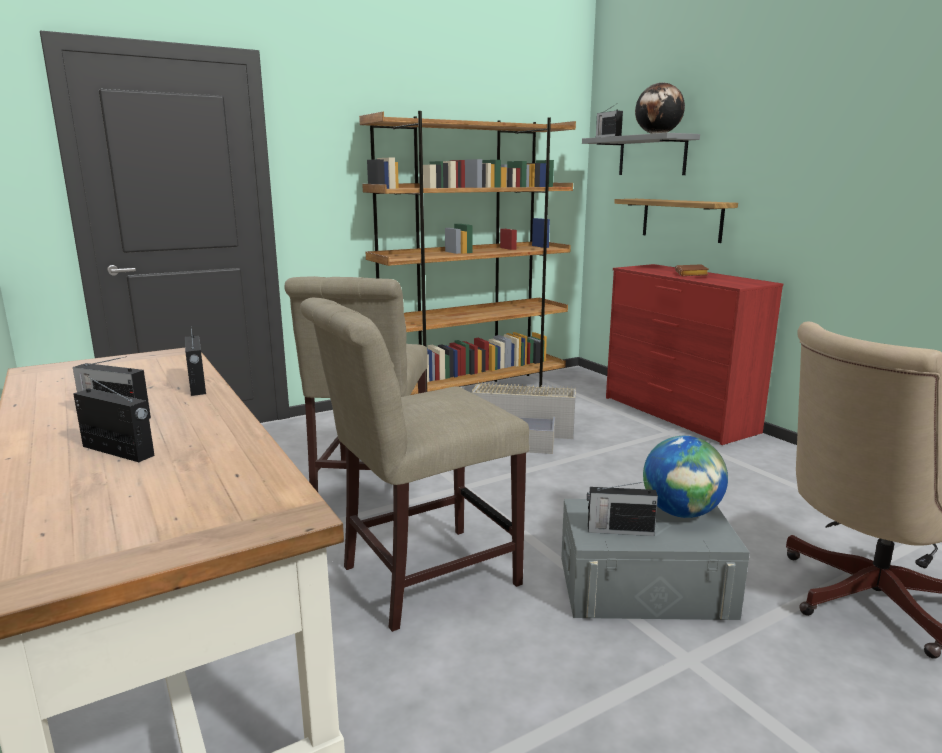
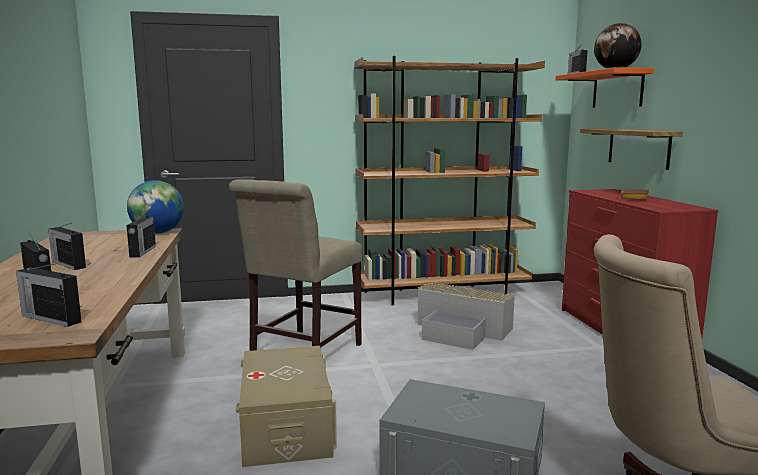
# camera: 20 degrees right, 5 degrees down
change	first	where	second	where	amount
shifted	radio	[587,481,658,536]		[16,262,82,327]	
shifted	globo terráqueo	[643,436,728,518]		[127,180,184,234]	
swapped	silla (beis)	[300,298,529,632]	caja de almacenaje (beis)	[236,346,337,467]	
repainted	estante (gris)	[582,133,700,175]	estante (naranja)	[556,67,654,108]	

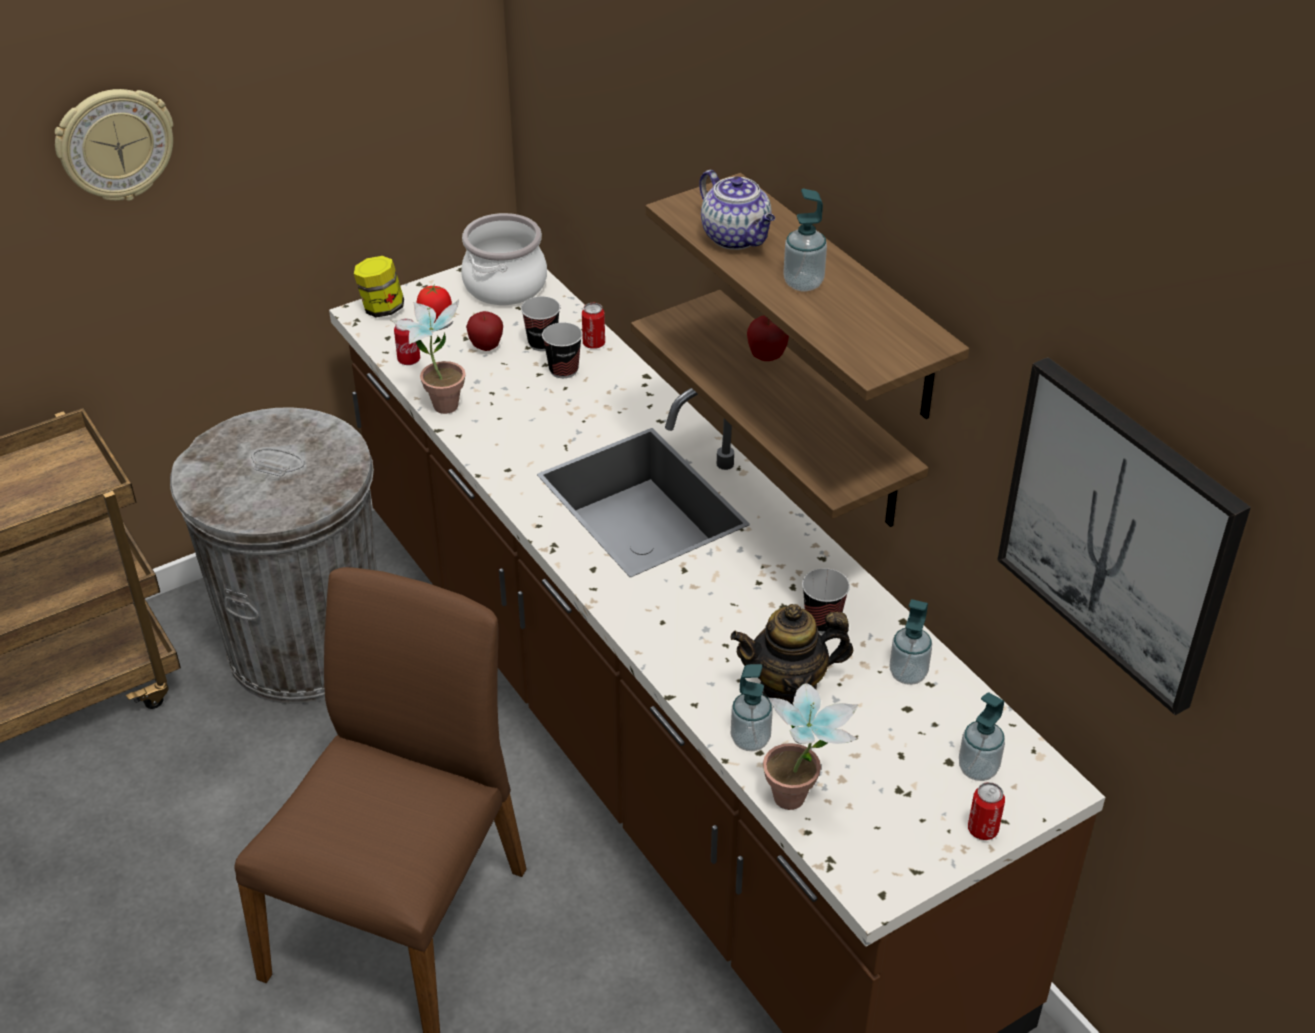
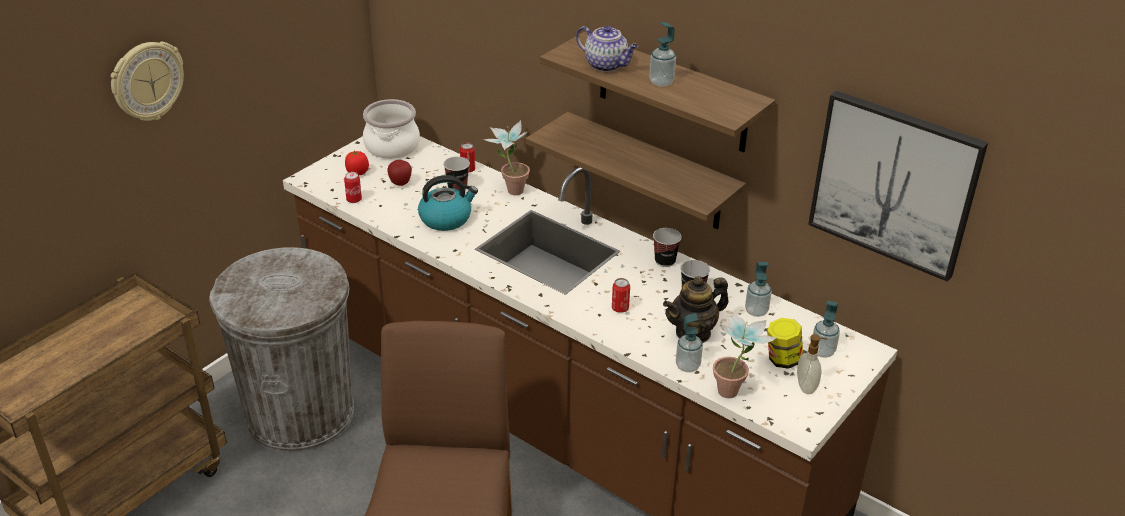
# camera: 20 degrees left, 5 degrees down
change	first	where	second	where	amount
new			hervidor	[418,175,478,231]	
shifted	planta en maceta	[391,300,466,414]		[483,120,530,195]	
shifted	lata	[968,782,1005,840]		[612,278,630,313]	
shifted	taza	[521,296,560,351]		[653,228,682,267]	
shifted	tarro	[354,256,404,317]		[767,318,803,369]	
new			dispensador de jabón	[797,334,828,394]	
gone	manzana	[747,316,789,361]			

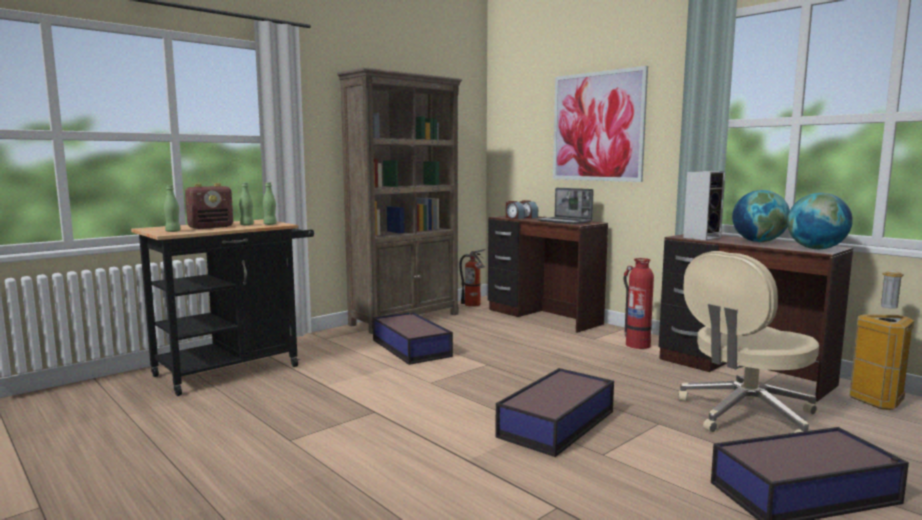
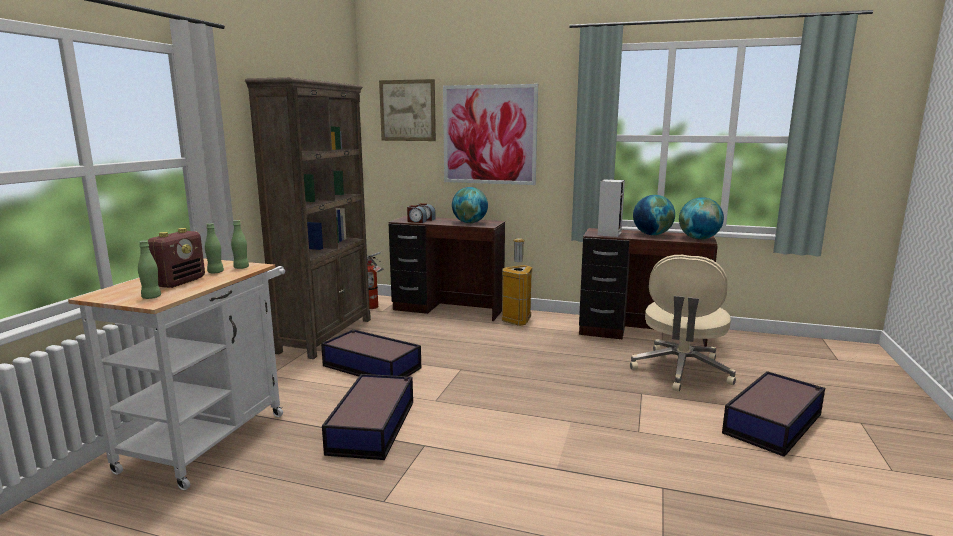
# camera: 30 degrees left, 5 degrees up
change	first	where	second	where	amount
repainted	carrito (negro)	[131,219,314,396]	carrito (blanco)	[68,258,285,490]	
shifted	caja de almacenaje	[495,368,614,457]		[322,374,413,460]	
new			cuadro	[379,79,436,141]	
swapped	portátil	[537,188,594,224]	globo terráqueo	[452,187,488,223]	
shifted	papelera	[849,271,914,410]		[502,238,532,326]	
gone	extintor	[624,258,654,349]			

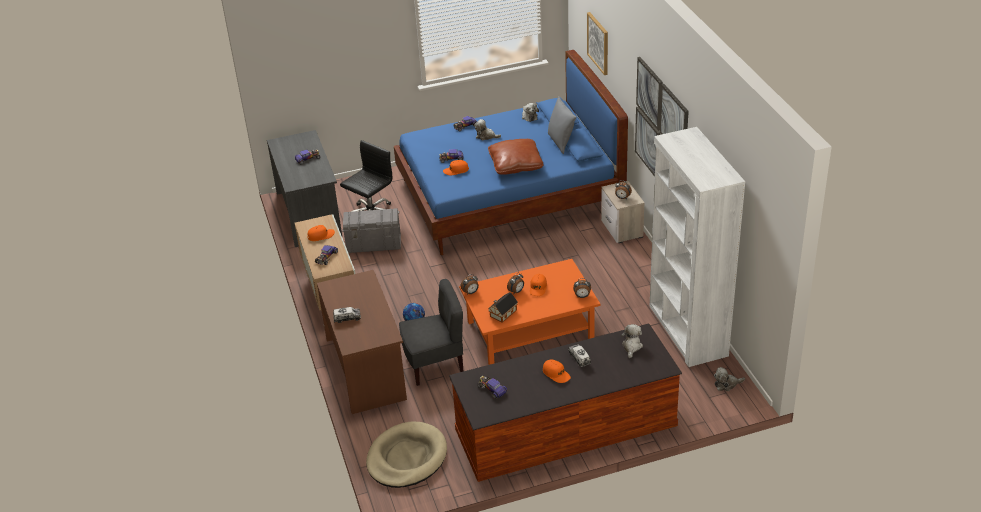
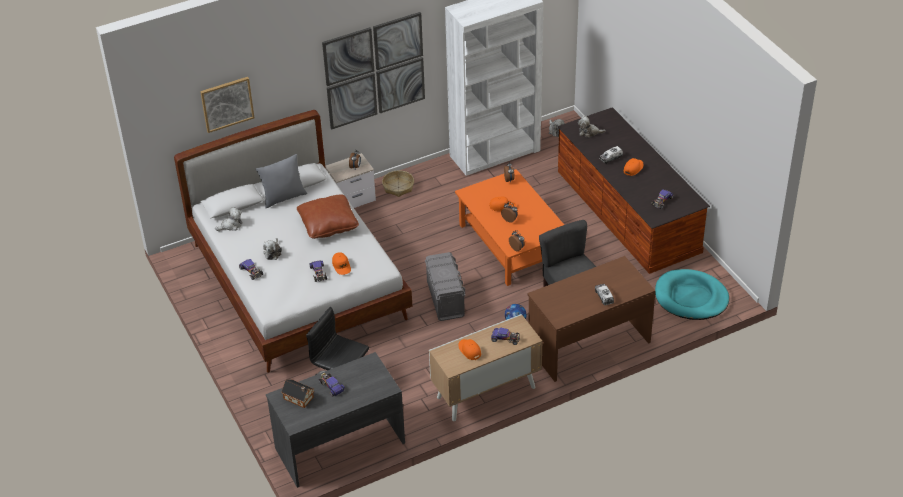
# camera: 100 degrees left, 5 degrees up
change	first	where	second	where	amount
repainted	cama (azul)	[394,50,628,255]	cama (blanco)	[174,110,412,373]	
shifted	casita	[488,292,518,323]		[281,379,314,408]	
new			cesta	[382,170,414,197]	
shifted	caja de almacenaje (gris)	[343,208,401,253]		[425,252,465,321]	
repainted	cama para perro (beis)	[366,421,447,488]	cama para perro (turquesa)	[655,269,729,320]	

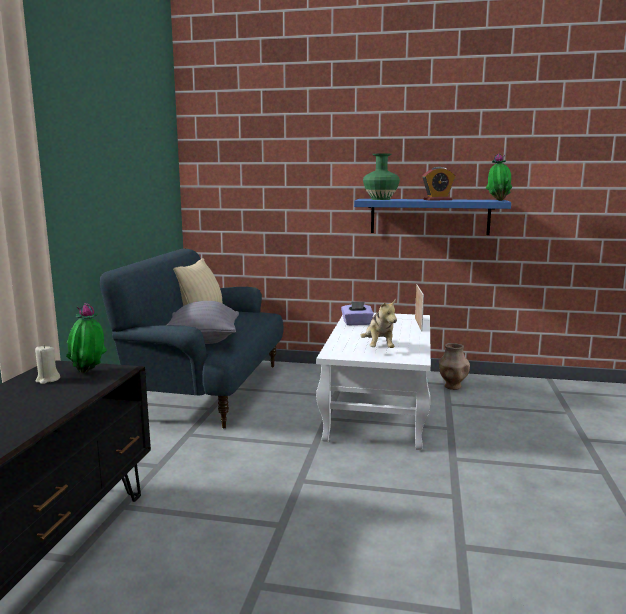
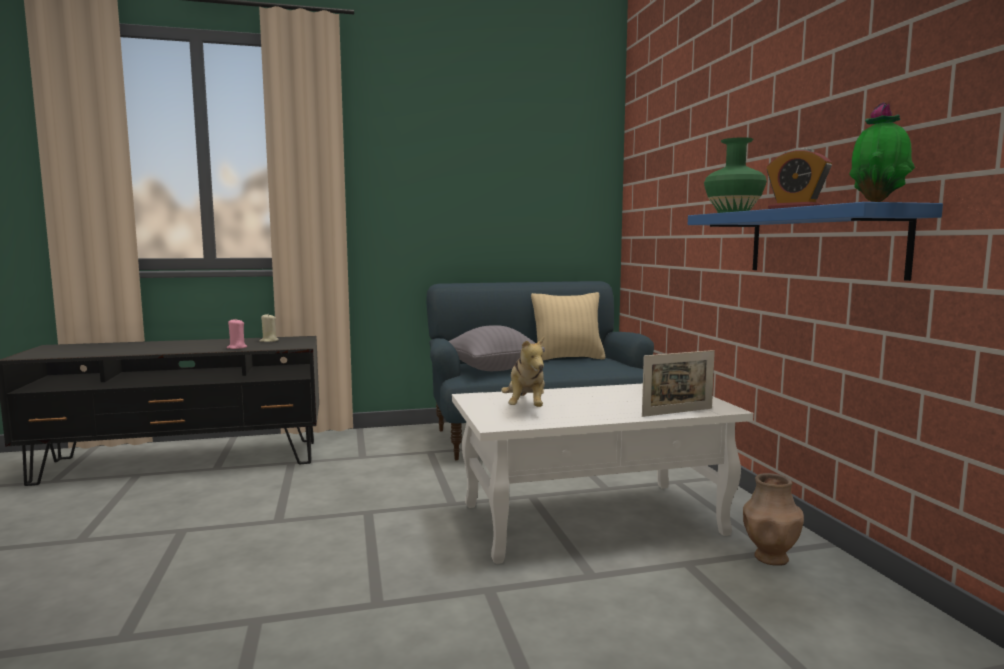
# camera: 65 degrees right, 5 degrees down
change	first	where	second	where	amount
new			vela (rosa)	[227,318,247,349]	
rotated	peluche	[360,299,397,348]		[501,337,545,407]	60 degrees counterclockwise
gone	planta en maceta	[66,303,107,373]			
gone	caja de pañuelos (morado)	[341,302,374,325]			

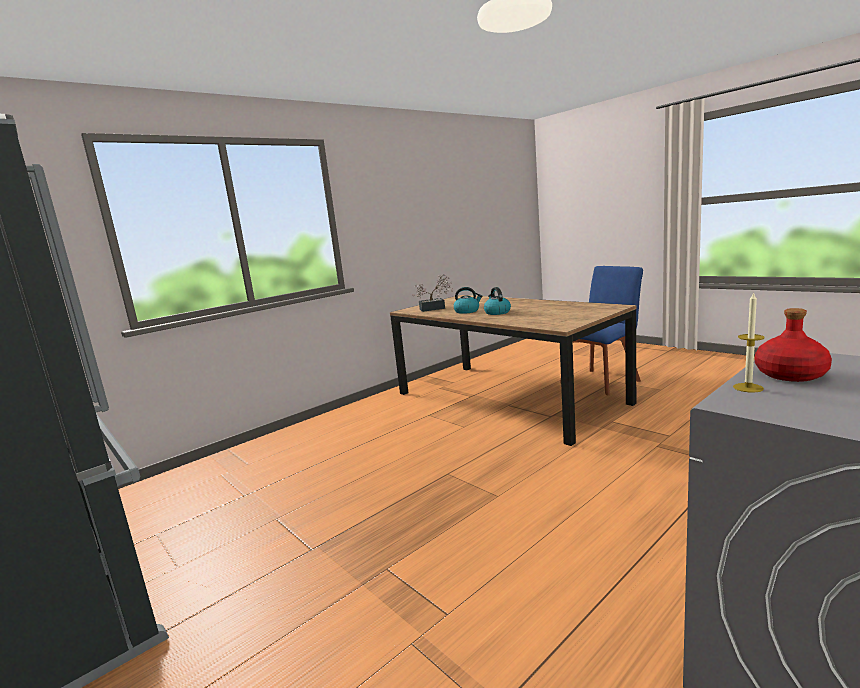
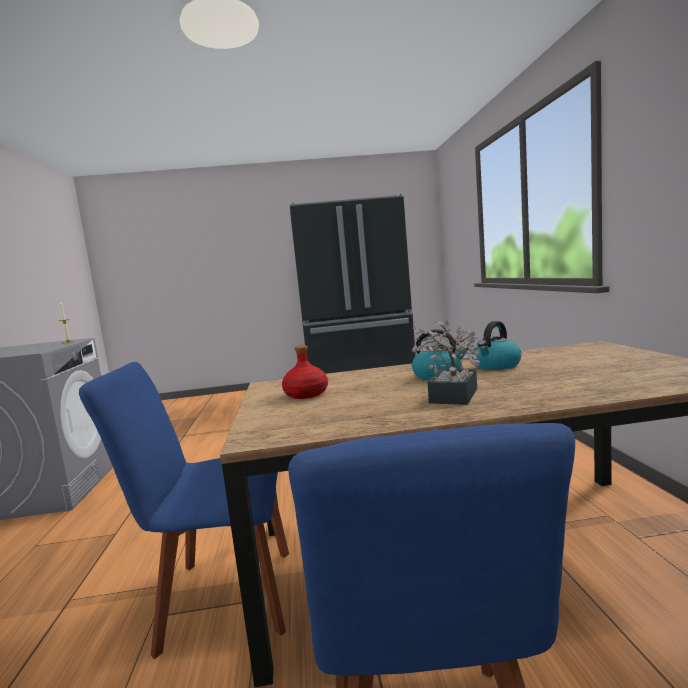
# camera: 125 degrees right, 5 degrees down
change	first	where	second	where	amount
new			silla (azul)	[79,362,289,659]	
shifted	botella (rojo)	[755,308,832,382]		[282,345,328,399]	
shifted	planta en maceta	[412,274,453,312]		[412,320,486,405]	

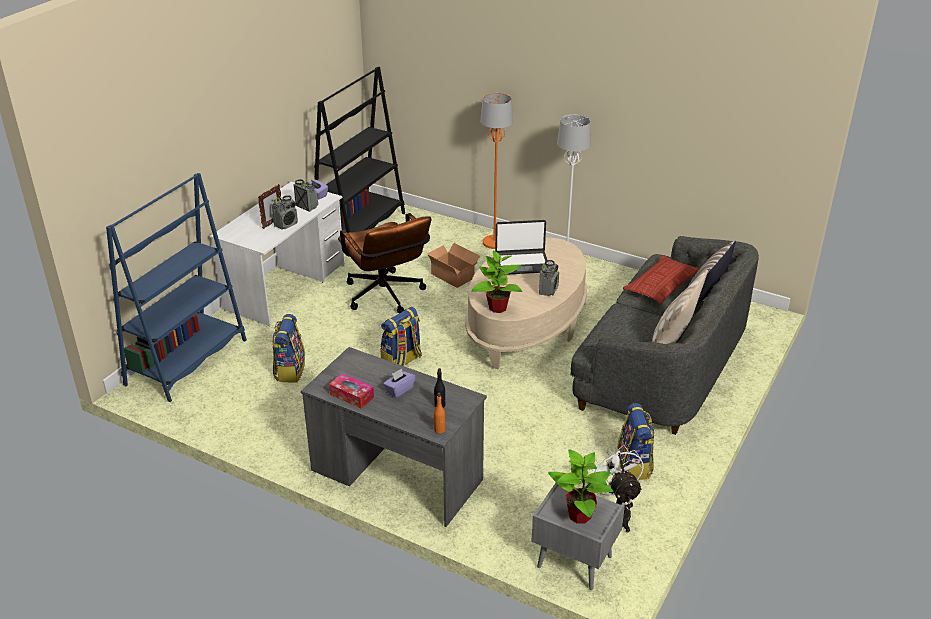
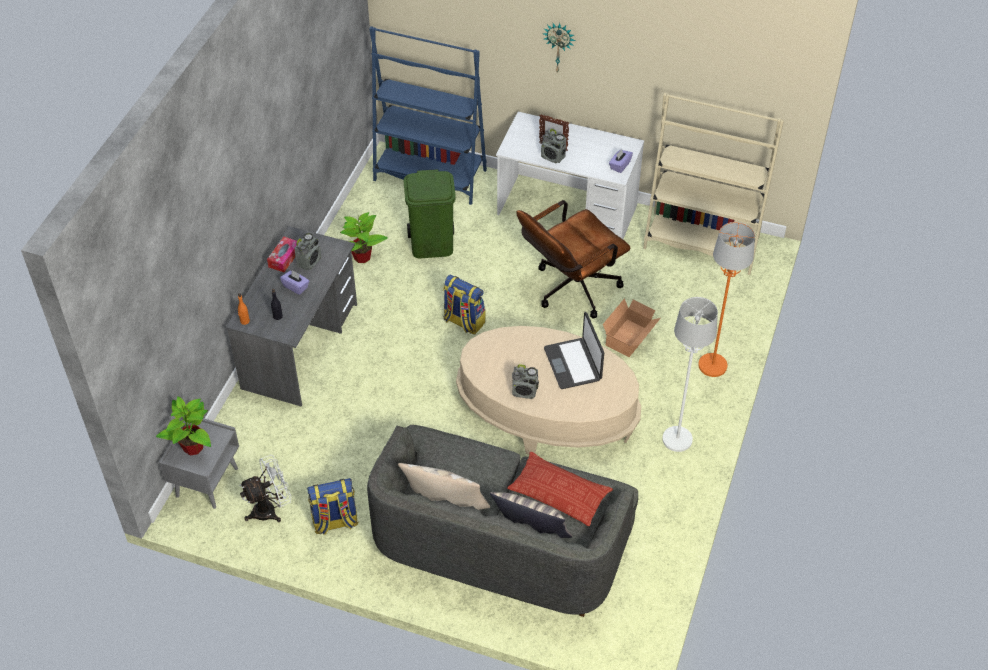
# camera: 80 degrees right, 15 degrees up
change	first	where	second	where	amount
shifted	radio	[293,179,318,212]		[294,233,321,270]	
shifted	planta en maceta	[471,250,522,313]		[340,212,388,263]	
swapped	mochila	[272,314,305,382]	papelera (verde)	[403,169,456,258]	
new			reloj de pared	[542,23,575,73]	
repainted	estantería (negro)	[314,67,405,233]	estantería (beis)	[643,93,784,275]	

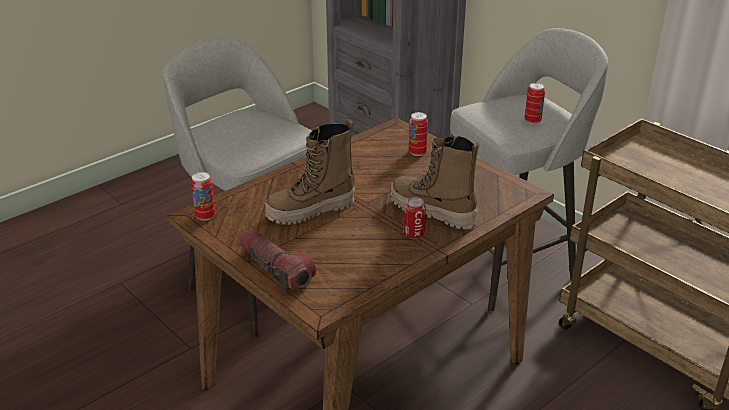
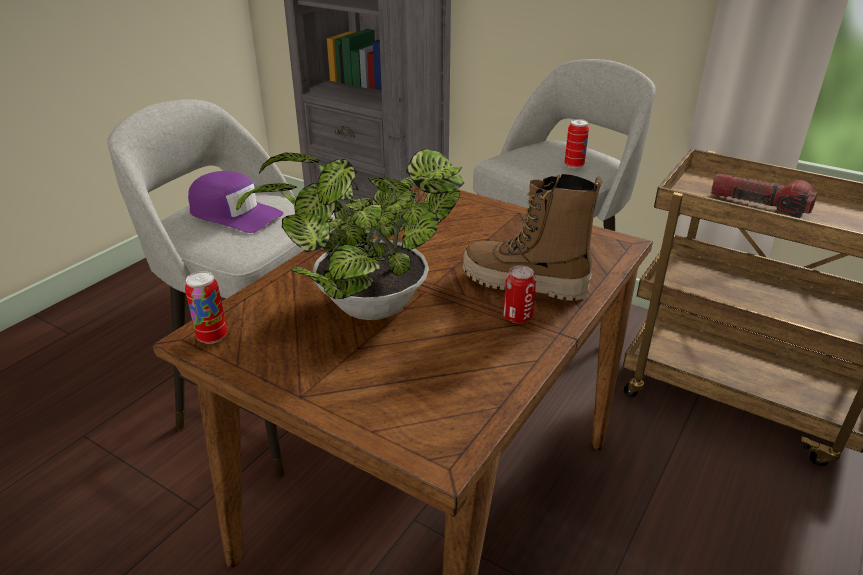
# camera: 15 degrees left, 0 degrees up
change	first	where	second	where	amount
new			gorra (morado)	[188,171,284,233]	
swapped	bota	[265,119,355,225]	planta en maceta	[236,149,464,320]	
shifted	linterna	[240,229,316,292]		[711,173,817,218]	
gone	lata	[409,112,428,156]			

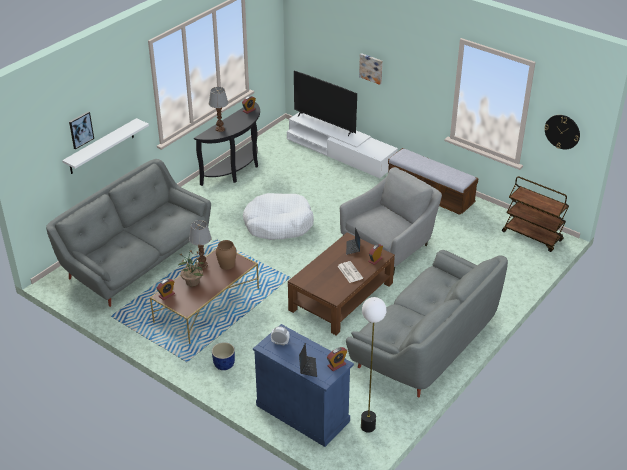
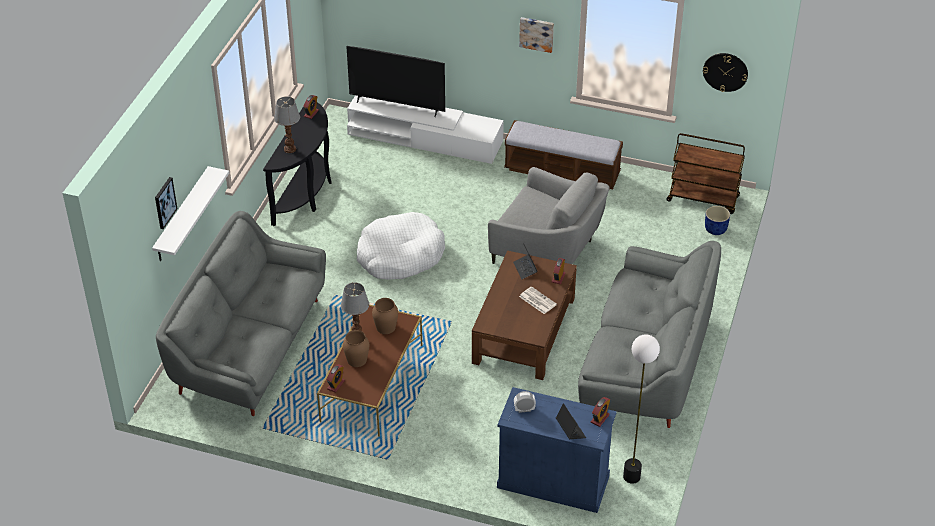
# camera: 20 degrees left, 5 degrees up
change	first	where	second	where	amount
swapped	planta en maceta	[178,250,204,287]	florero (marrón)	[343,330,369,367]	
rotated	sillón (gris)	[340,167,442,275]		[488,167,609,264]	90 degrees clockwise
shifted	cuadro	[359,53,383,85]		[519,17,554,53]	
shifted	maceta (azul)	[212,342,235,370]		[705,206,730,235]	

